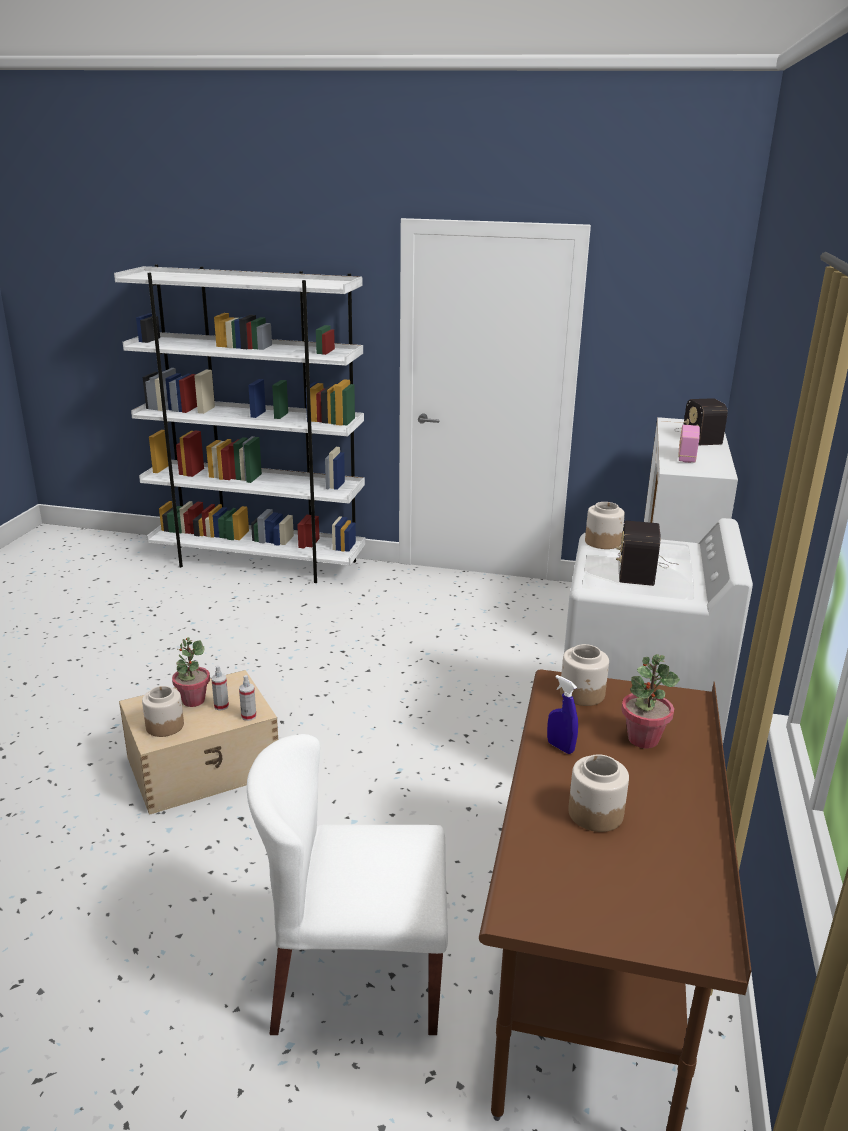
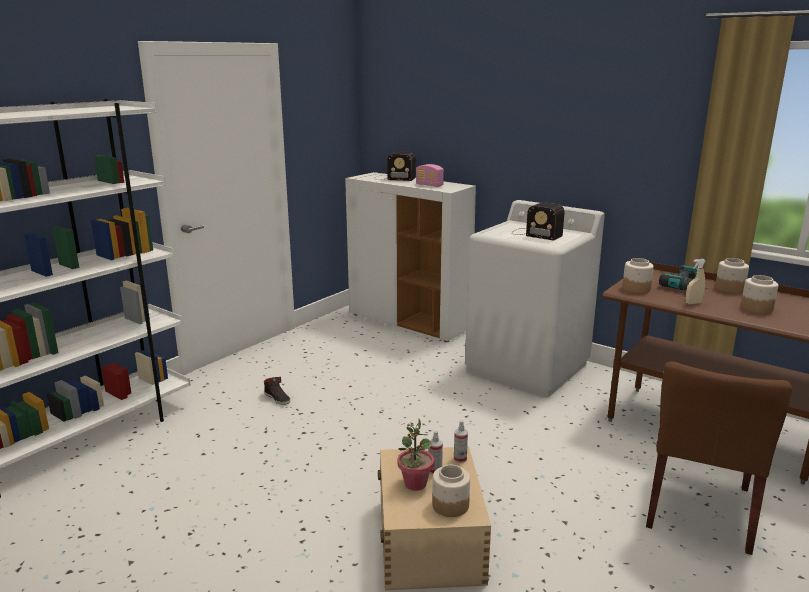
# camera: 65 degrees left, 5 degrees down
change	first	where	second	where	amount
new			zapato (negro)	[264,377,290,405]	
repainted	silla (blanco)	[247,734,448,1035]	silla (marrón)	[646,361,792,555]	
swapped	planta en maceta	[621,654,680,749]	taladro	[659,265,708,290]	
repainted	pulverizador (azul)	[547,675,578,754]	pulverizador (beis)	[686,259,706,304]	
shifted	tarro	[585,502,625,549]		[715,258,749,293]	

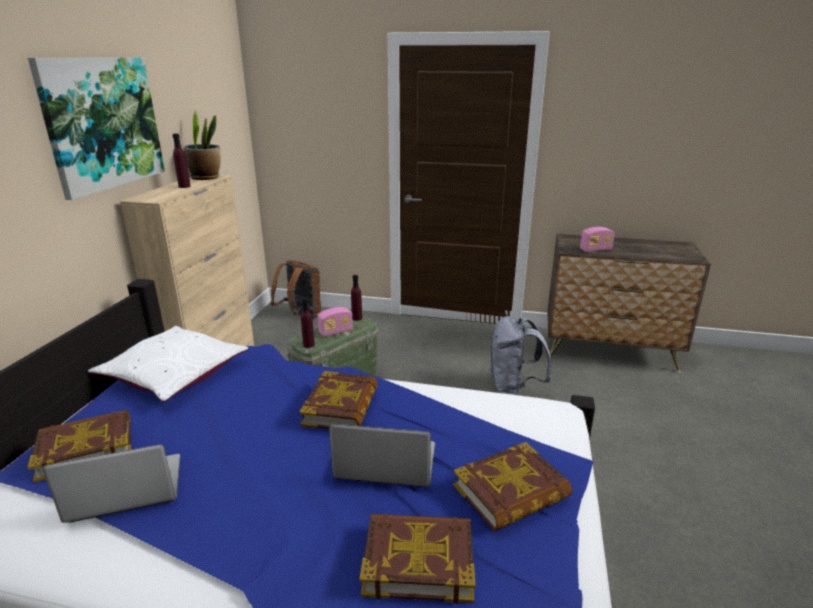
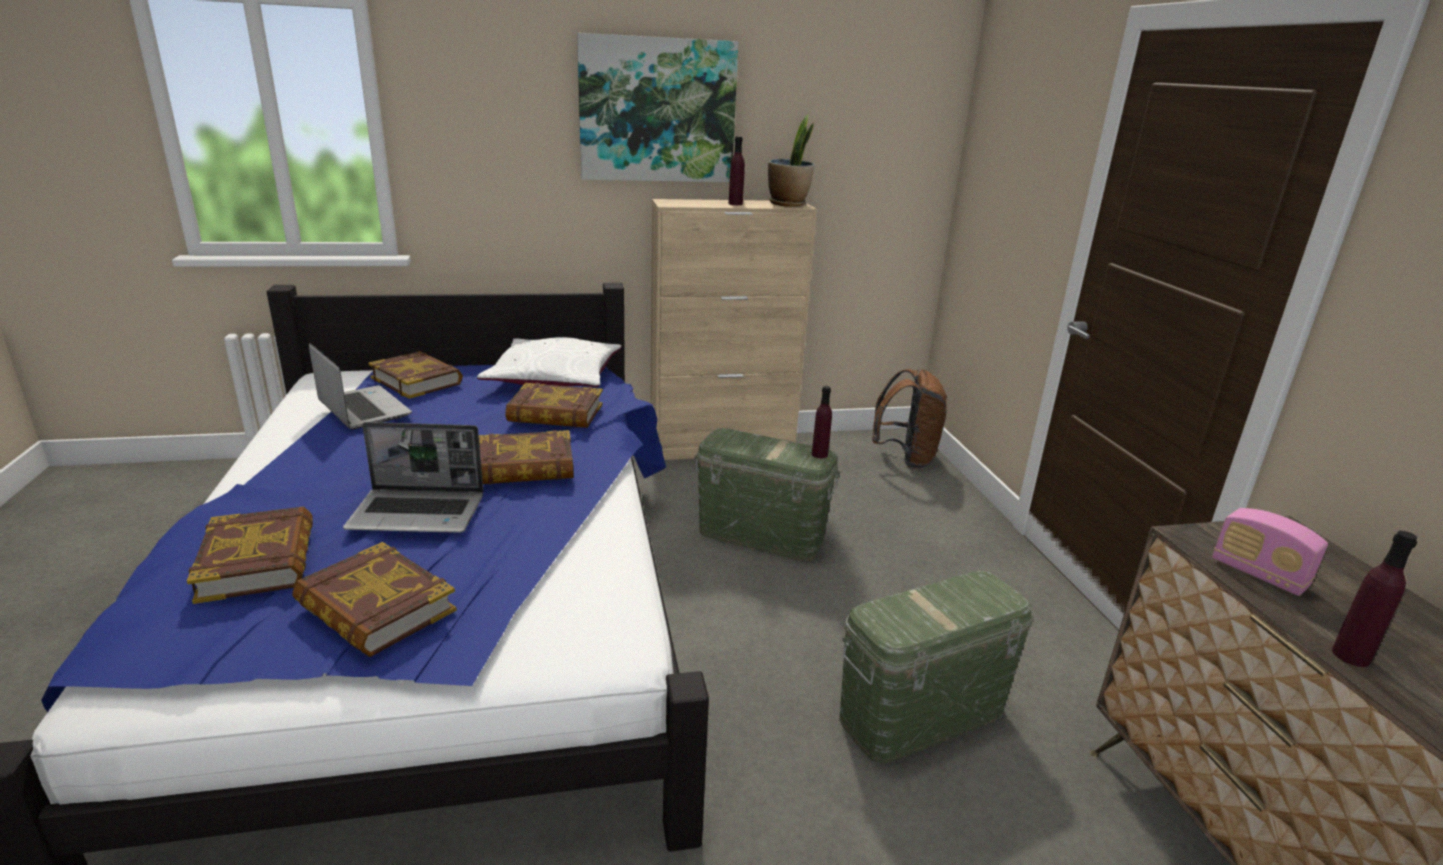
# camera: 65 degrees right, 0 degrees up
change	first	where	second	where	amount
rotated	portátil	[329,424,435,487]		[343,422,484,533]	105 degrees clockwise
new			libro	[505,383,603,428]	
swapped	mochila (gris)	[489,316,551,395]	caja de almacenaje (verde)	[839,571,1033,763]	
shifted	botella (morado)	[301,298,315,348]		[1332,531,1417,667]	
gone	radio	[318,307,353,337]			

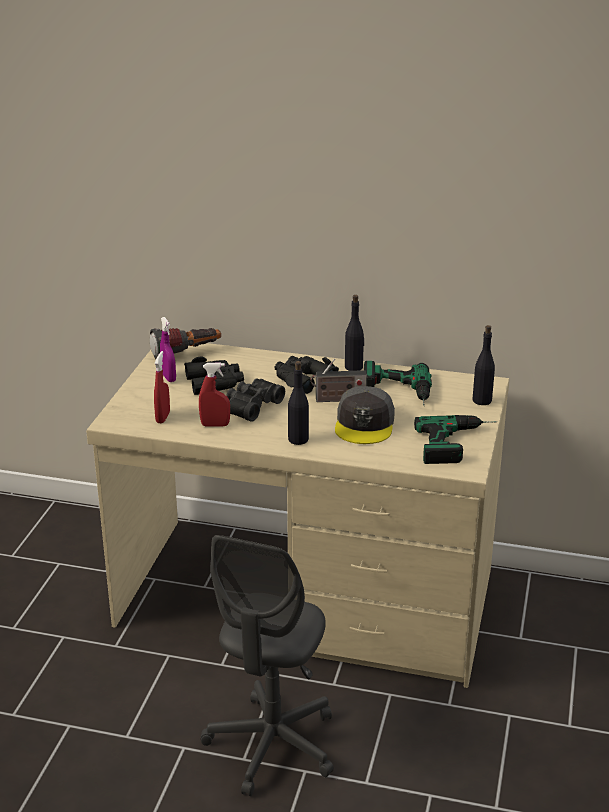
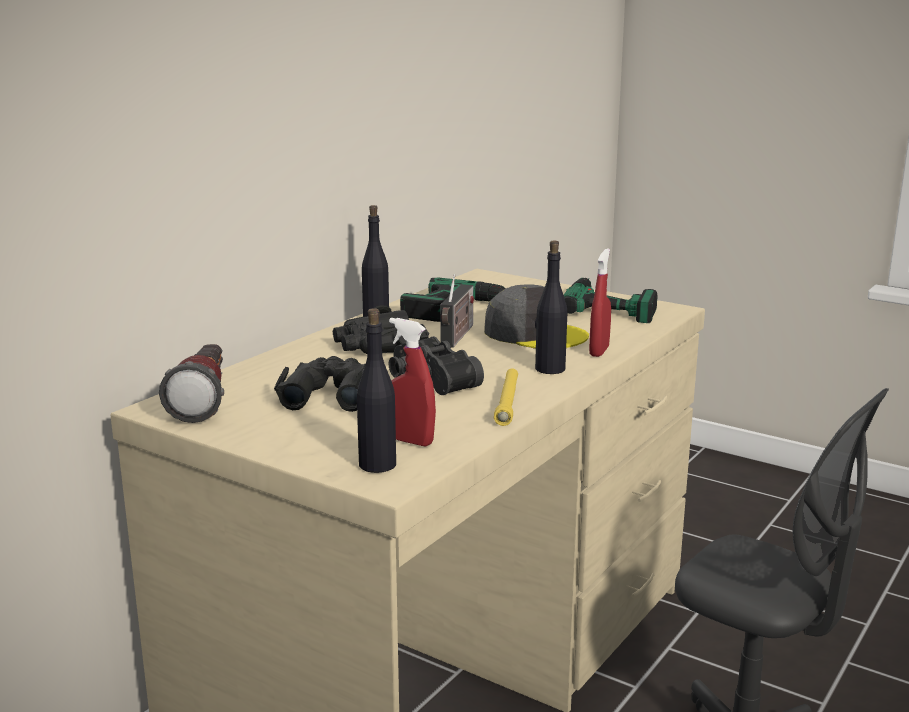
# camera: 70 degrees left, 10 degrees down
change	first	where	second	where	amount
shifted	botella (negro)	[472,325,495,405]		[357,308,396,473]	
new			linterna (amarillo)	[494,368,518,426]	
shifted	pulverizador (rojo)	[199,363,230,427]		[589,248,611,357]	
gone	pulverizador (morado)	[160,317,176,382]			

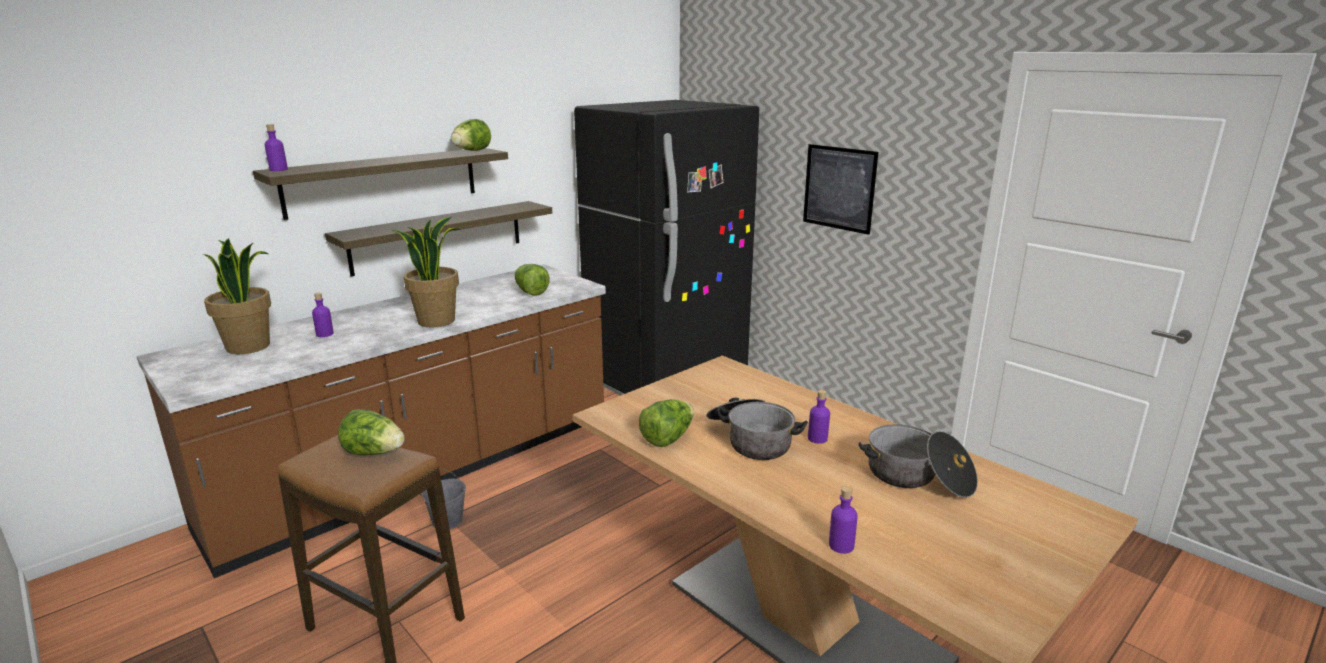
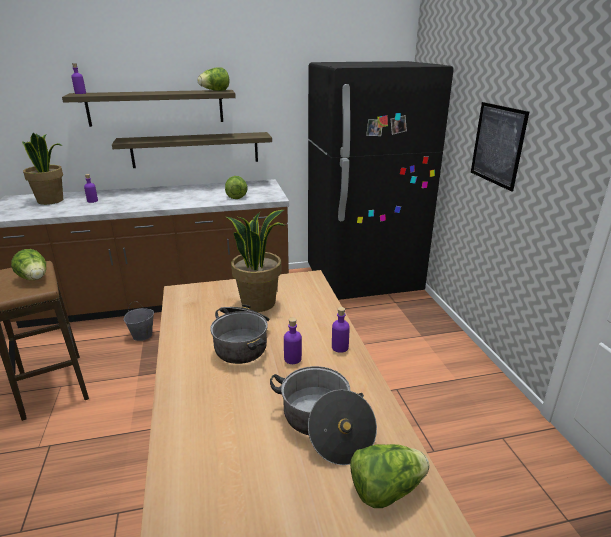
# camera: 30 degrees right, 5 degrees up
change	first	where	second	where	amount
shifted	planta en maceta	[391,217,461,327]		[226,210,286,312]	
shifted	botella (morado)	[829,486,858,554]		[332,307,350,353]	
shifted	lechuga	[639,399,694,447]		[350,444,429,508]	

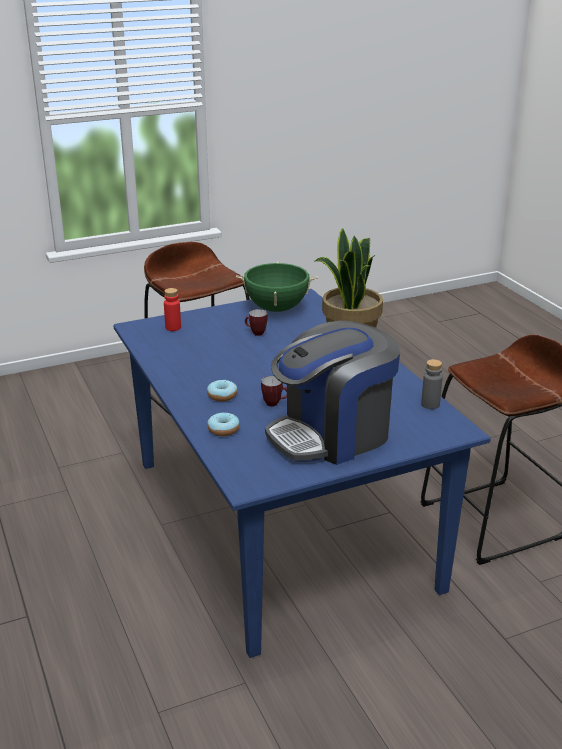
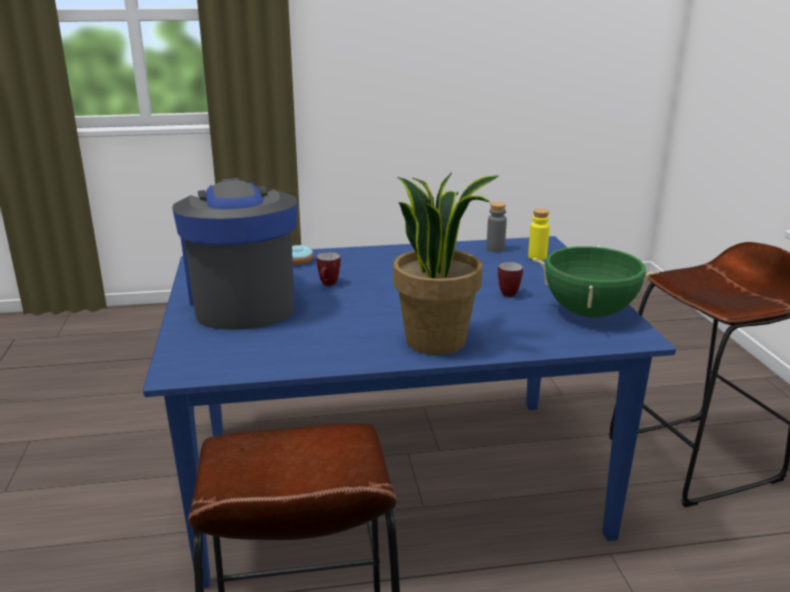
# camera: 105 degrees right, 5 degrees down
change	first	where	second	where	amount
shifted	botella (gris)	[421,359,443,409]		[487,202,507,252]	
repainted	botella (rojo)	[164,288,181,331]	botella (amarillo)	[528,209,550,260]	
gone	rosquilla	[207,380,237,402]			

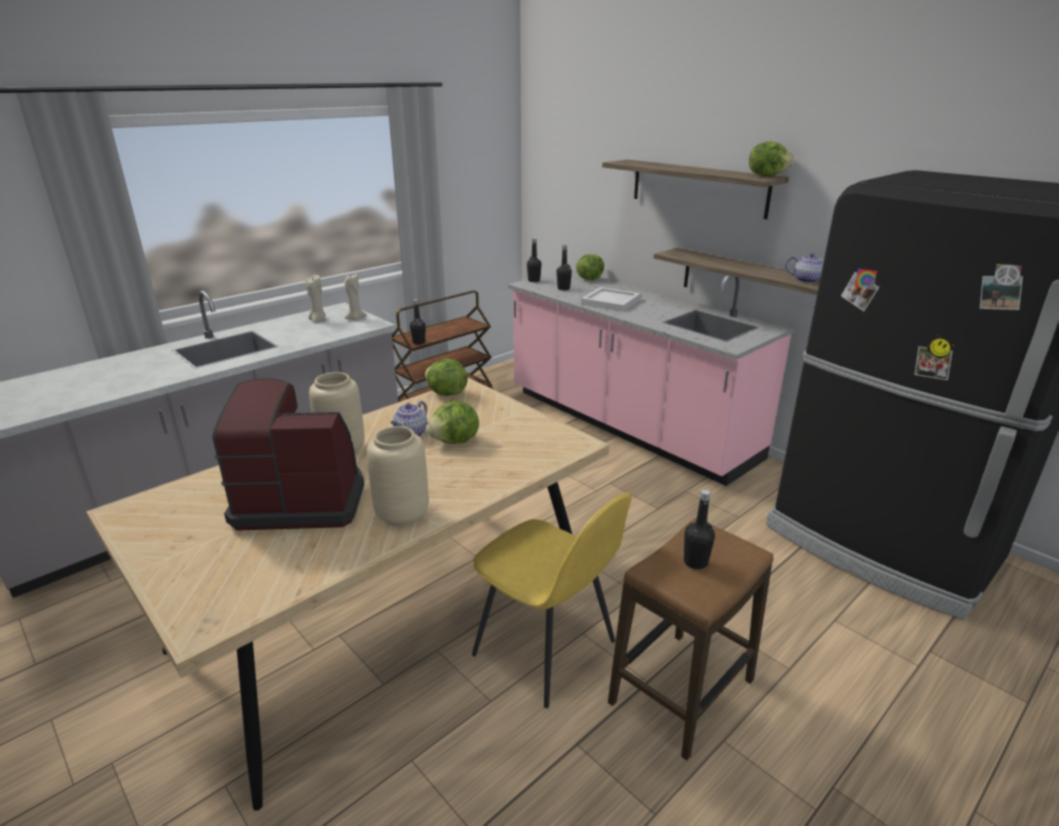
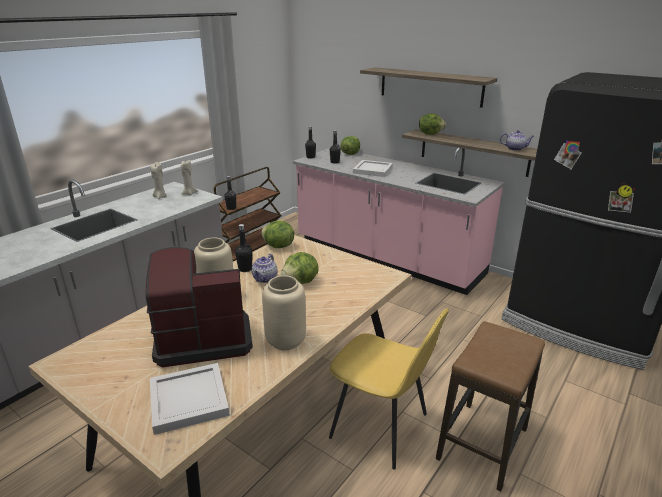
# camera: 10 degrees left, 0 degrees up
change	first	where	second	where	amount
new			bandeja (blanco)	[150,363,230,435]	
shifted	botella (negro)	[684,489,715,569]		[235,224,252,272]	
shifted	lechuga	[749,141,794,177]		[419,113,446,135]	

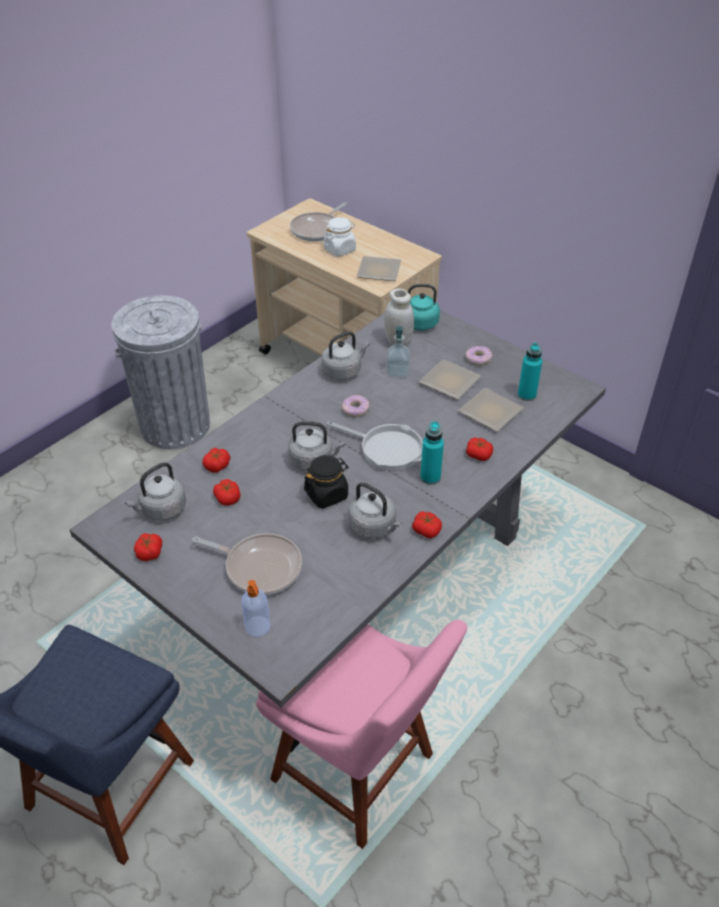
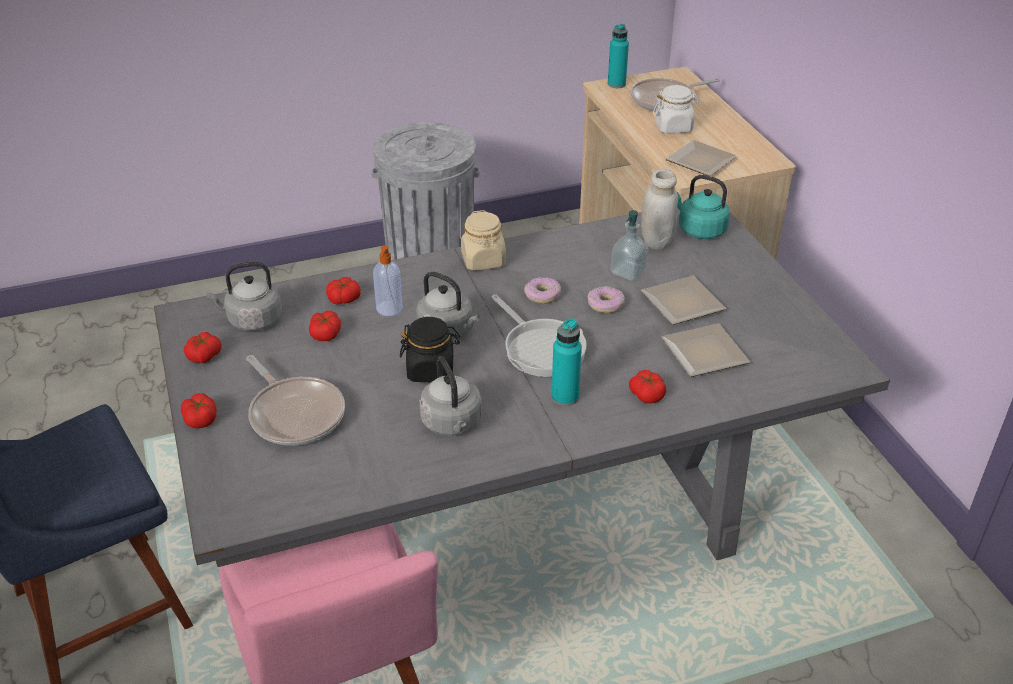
# camera: 30 degrees right, 5 degrees down
change	first	where	second	where	amount
shifted	tomate	[412,511,442,538]		[181,393,217,428]	
shifted	dispensador de jabón	[241,580,270,637]		[373,245,403,316]	
new			tarro (beis)	[461,210,506,270]	
shifted	rosquilla	[466,346,492,366]		[587,286,625,313]	
shifted	botella (turquesa)	[518,343,542,401]		[608,24,629,88]	
gone	hervidor (gris)	[322,332,370,380]			

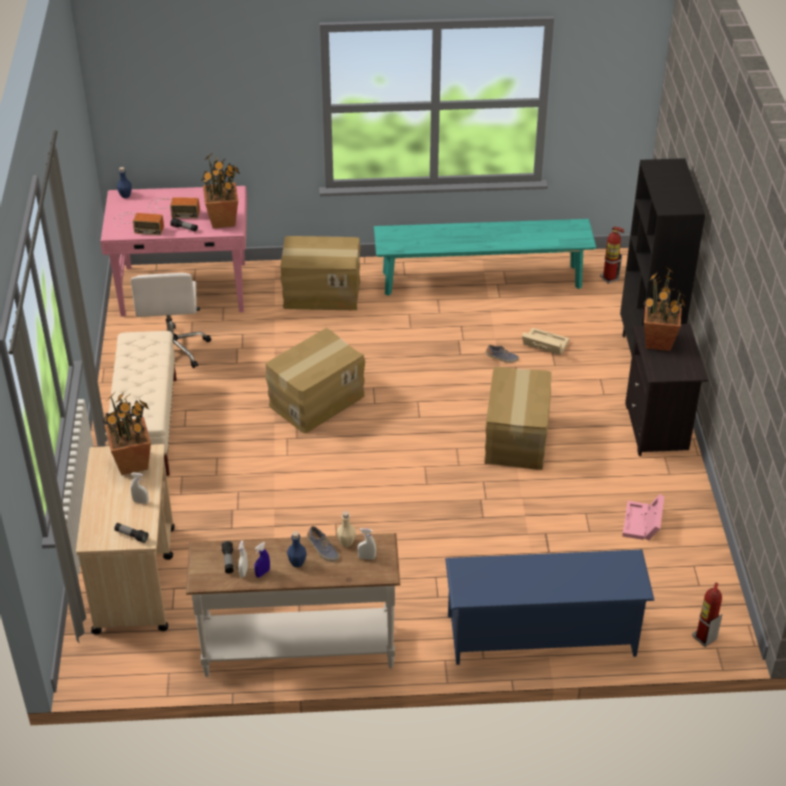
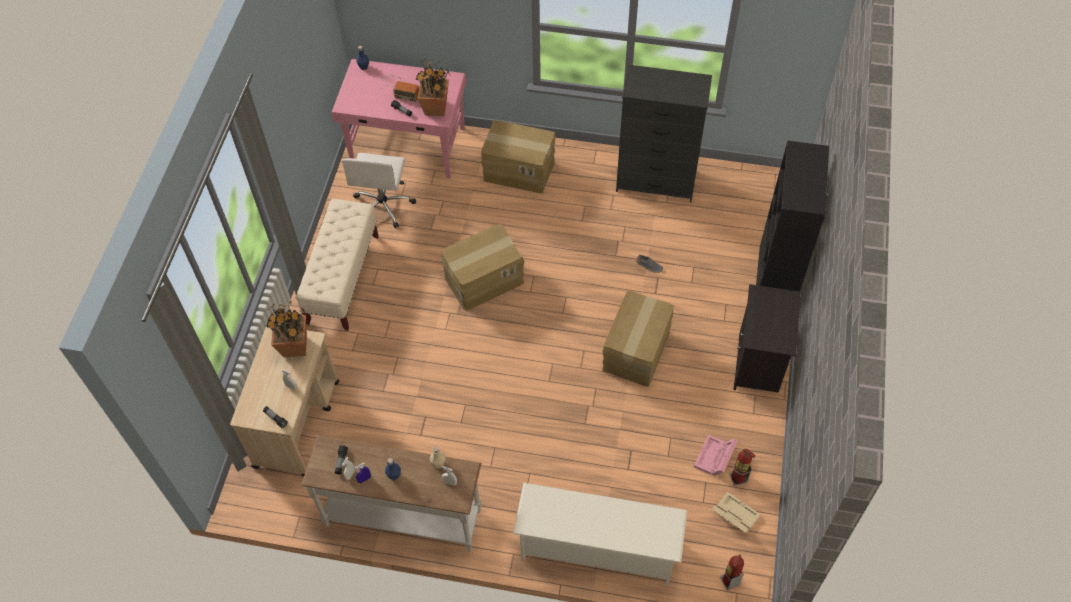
# camera: 15 degrees right, 15 degrees up
change	first	where	second	where	amount
repainted	zapatero (azul)	[445,550,655,665]	zapatero (blanco)	[513,483,687,586]	
swapped	banco (turquesa)	[374,219,596,296]	cómoda (negro)	[616,65,712,202]	
shifted	caja de almacenaje (beis)	[522,328,569,355]		[712,492,760,533]	
shifted	extintor	[600,226,625,284]		[729,448,756,486]	
gone	radio	[113,212,164,235]			
gone	zapato	[307,526,339,562]			
gone	planta en maceta	[643,266,686,351]			

